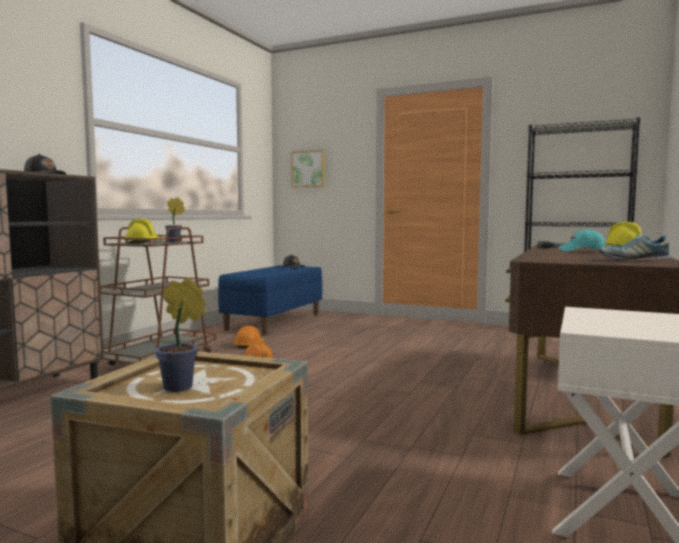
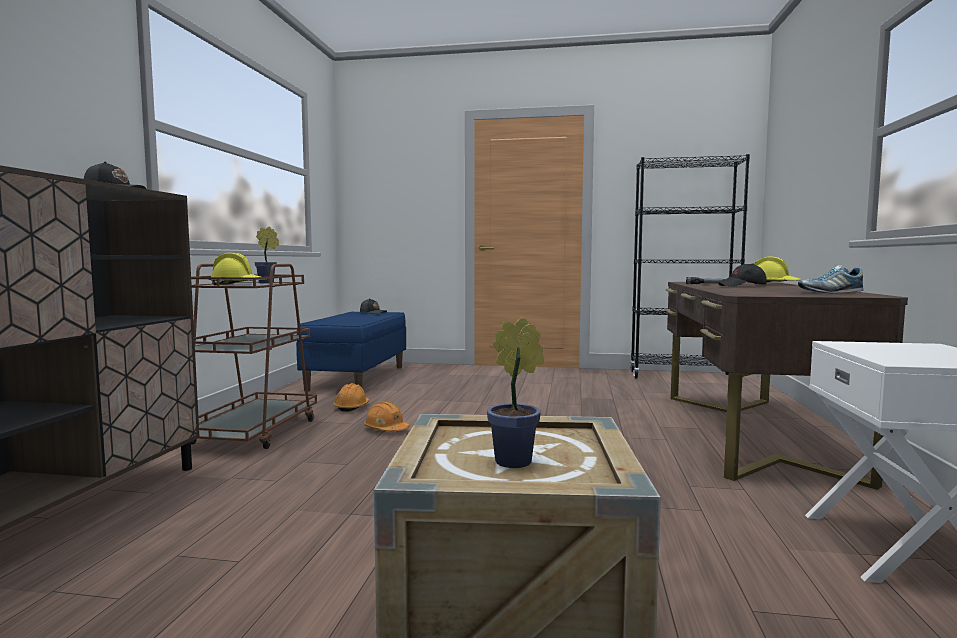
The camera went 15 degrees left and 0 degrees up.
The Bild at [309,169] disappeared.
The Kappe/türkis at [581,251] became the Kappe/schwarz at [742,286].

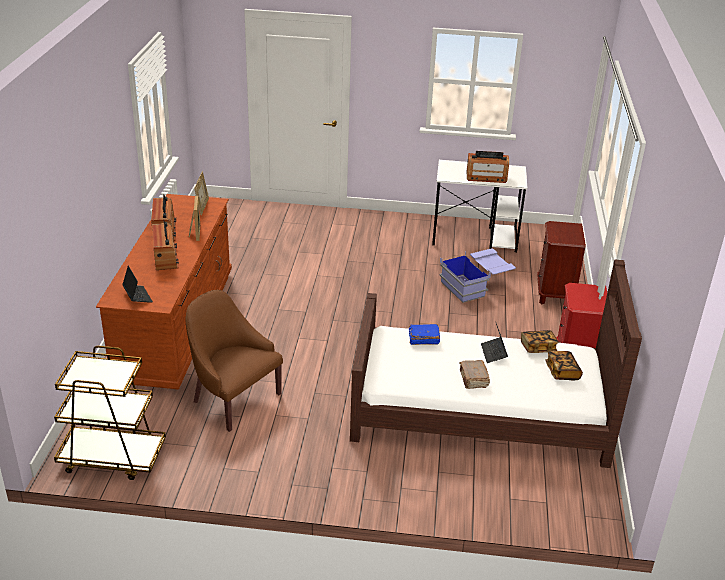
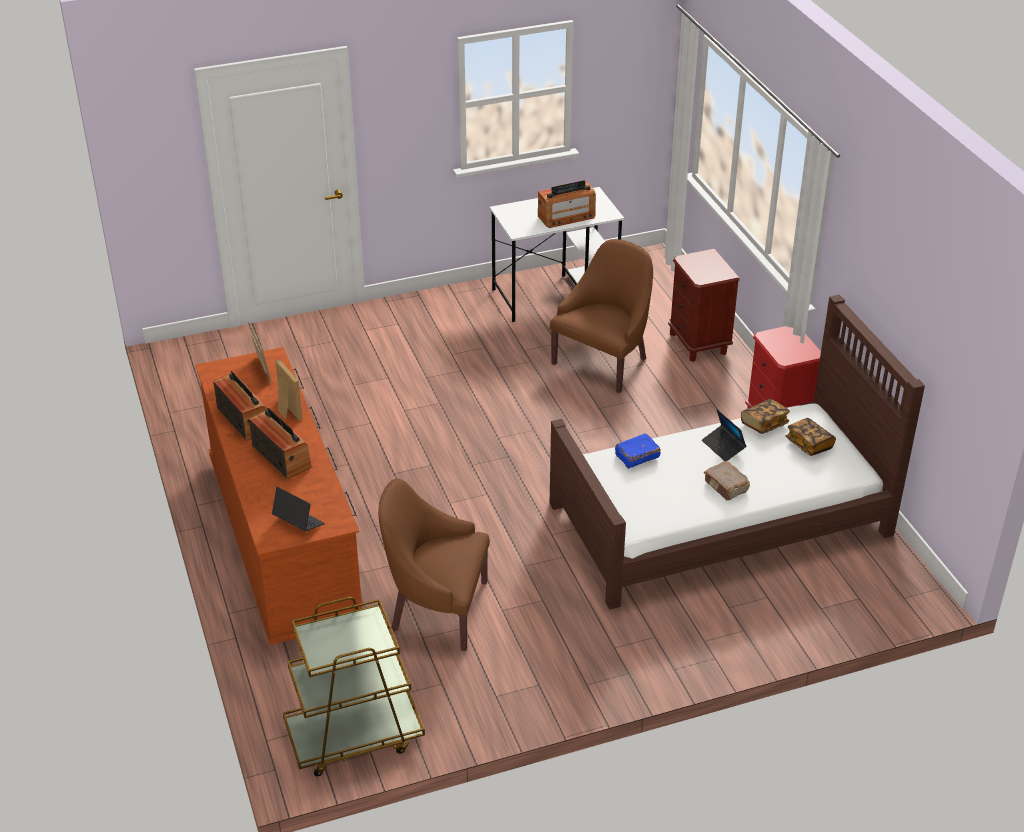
The camera went 25 degrees left and 5 degrees up.
The Aufbewahrungsbox/blau at [476,286] was replaced by the Sessel/braun at [604,362].

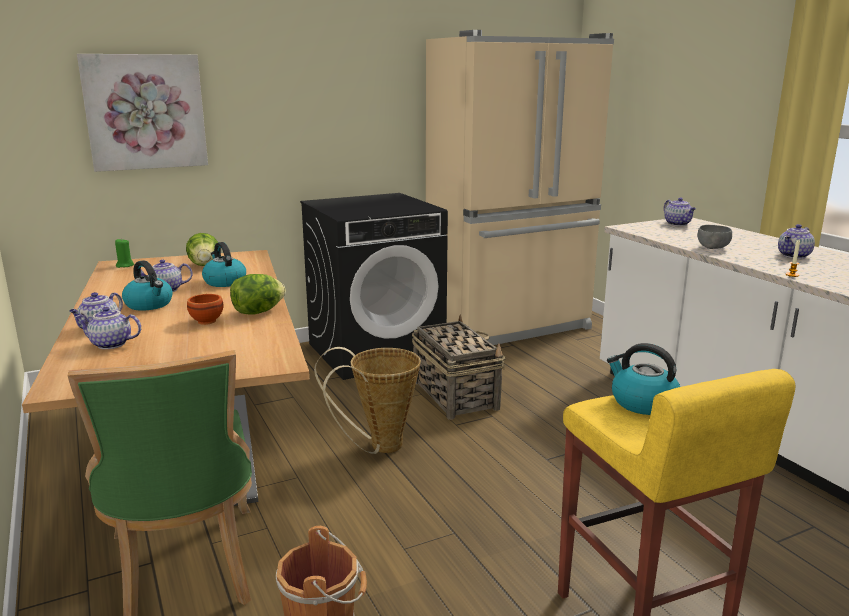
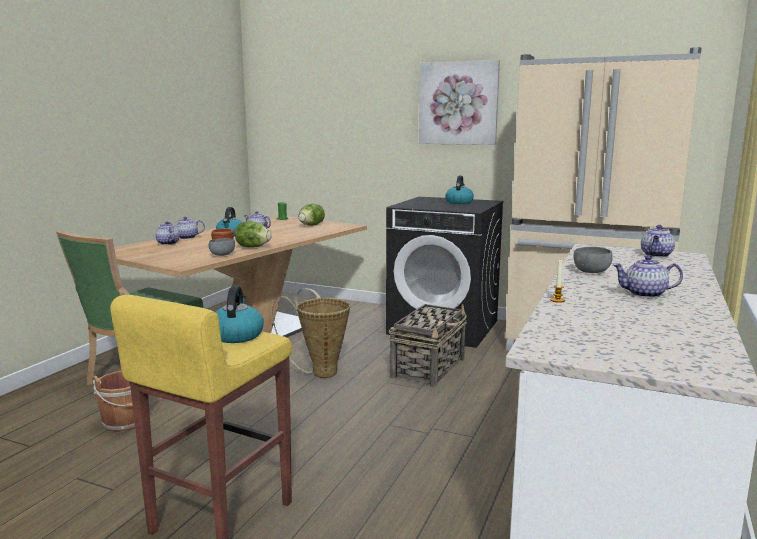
The camera went 50 degrees right and 5 degrees down.
The Bild moved from [145,112] to [458,103].
The Wasserkessel moved from [224,282] to [459,202].
The Schüssel/grau at [222,255] appeared.

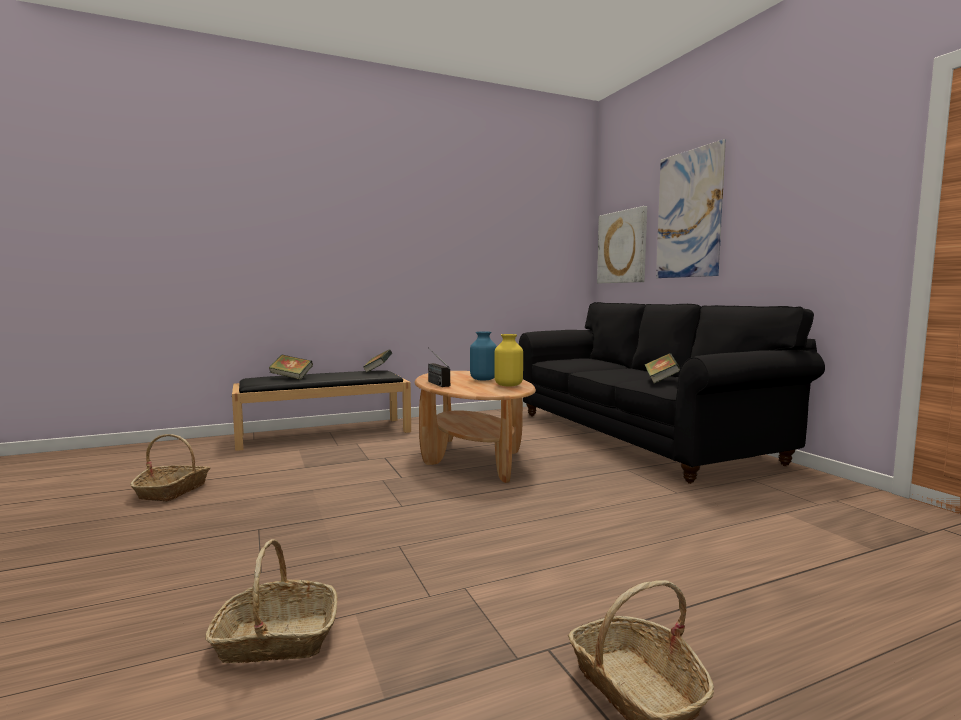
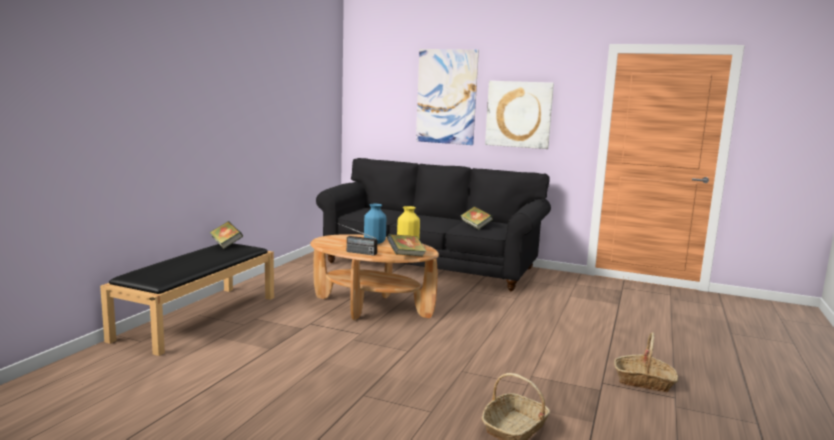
The camera went 45 degrees left and 5 degrees up.
The Korb at [173,490] disappeared.
The Buch moved from [291,378] to [406,256].
The Bild moved from [622,247] to [519,114].

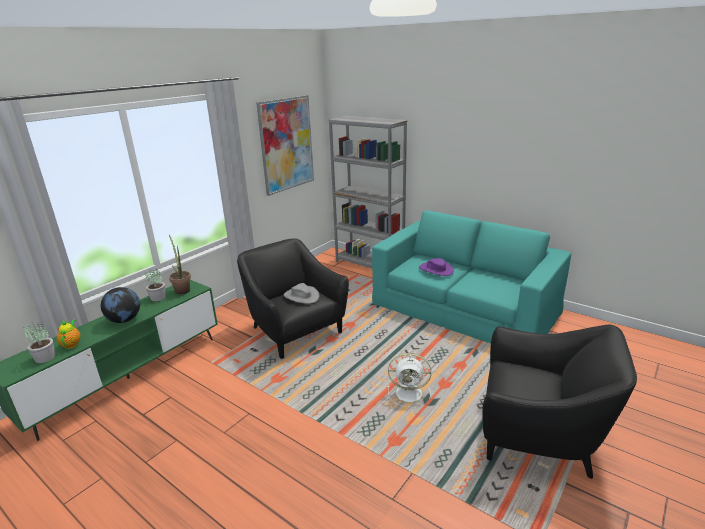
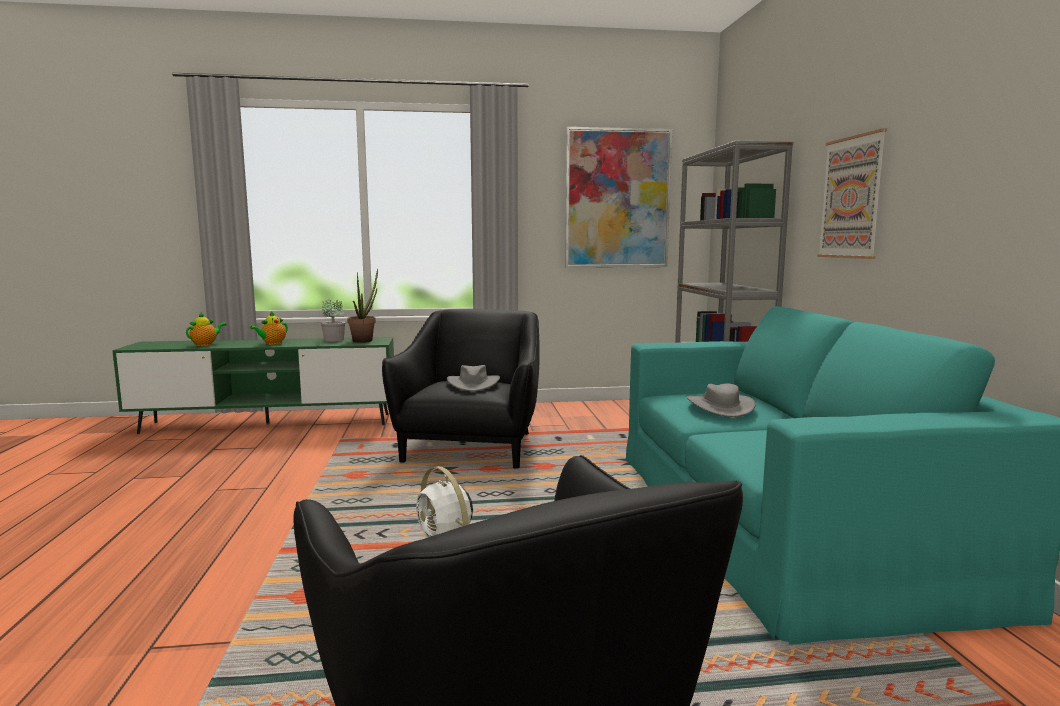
The camera went 45 degrees right and 15 degrees down.
The Topfpflanze at [45,357] disappeared.
The Globus at [125,320] was replaced by the Teekanne at [272,343].
The Hut/lila at [436,269] became the Hut/grau at [720,406].
The Bild at [851,197] appeared.

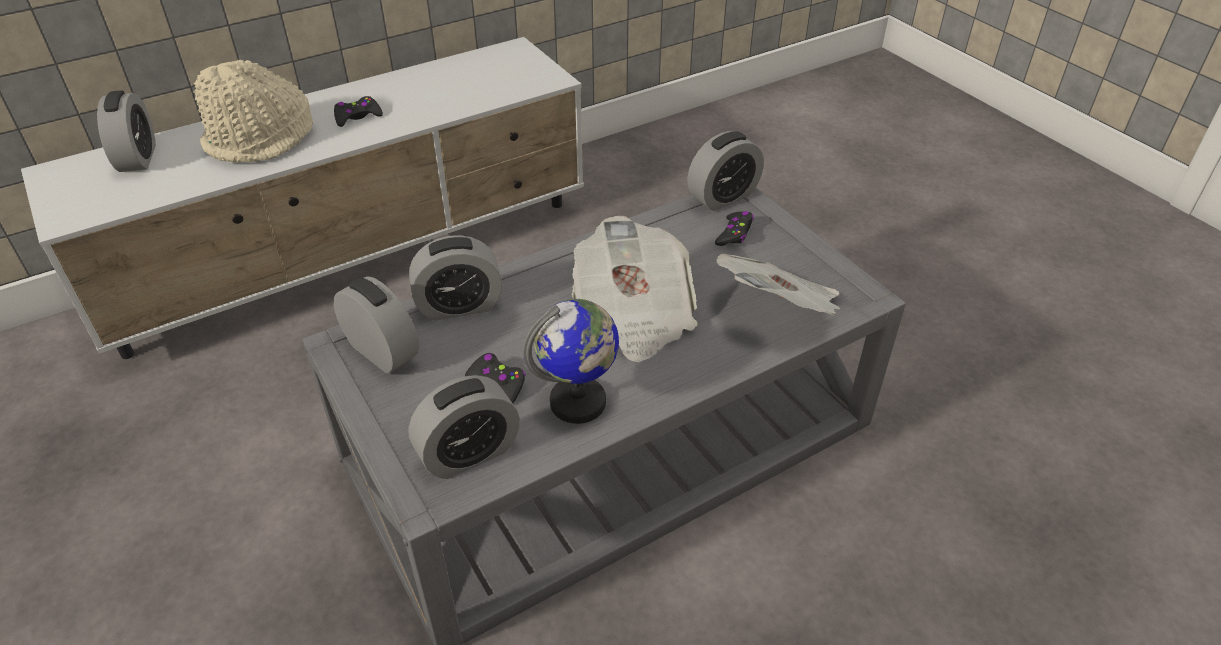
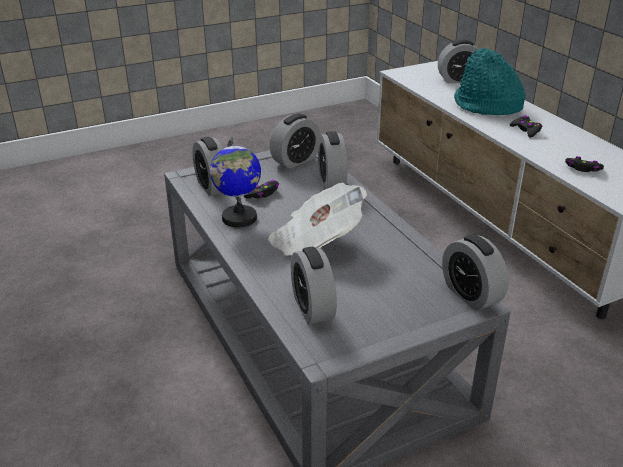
The camera went 95 degrees right and 10 degrees down.
The Hut/beige at [261,140] became the Hut/türkis at [486,106].
The Gamepad/schwarz moved from [734,234] to [583,169].
The Zeitung at [780,310] was replaced by the Wecker at [312,308].

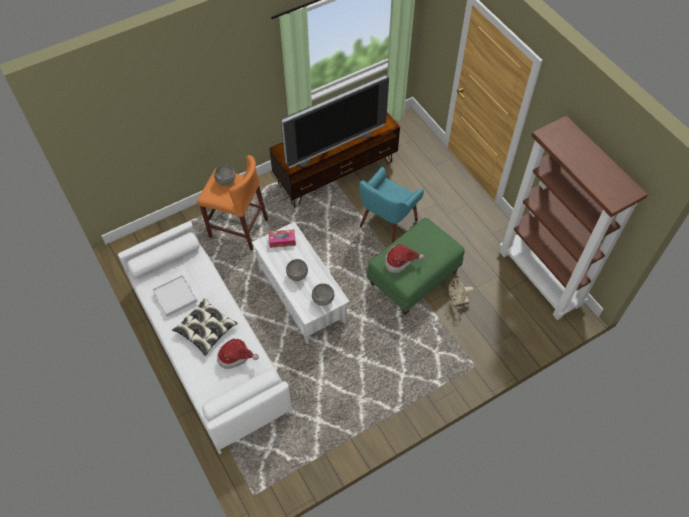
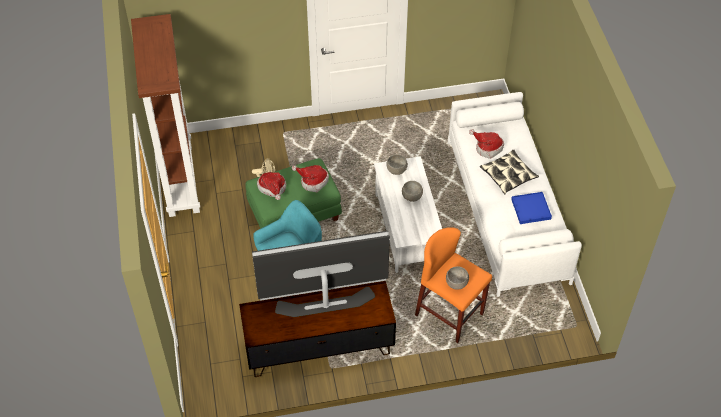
The camera went 160 degrees left and 5 degrees down.
The Tablett/weiß at [175,297] became the Tablett/blau at [531,209].
The Taschentuchbox at [282,241] disappeared.
The Hut at [273,189] appeared.

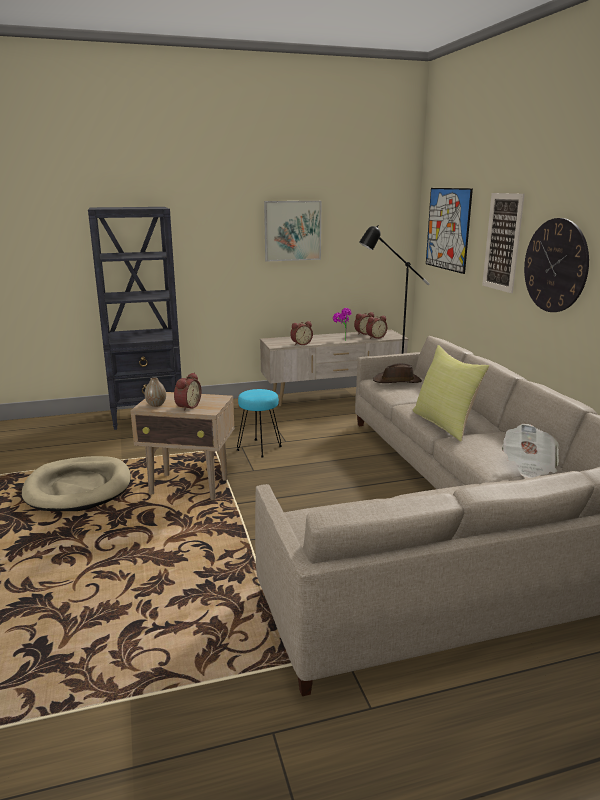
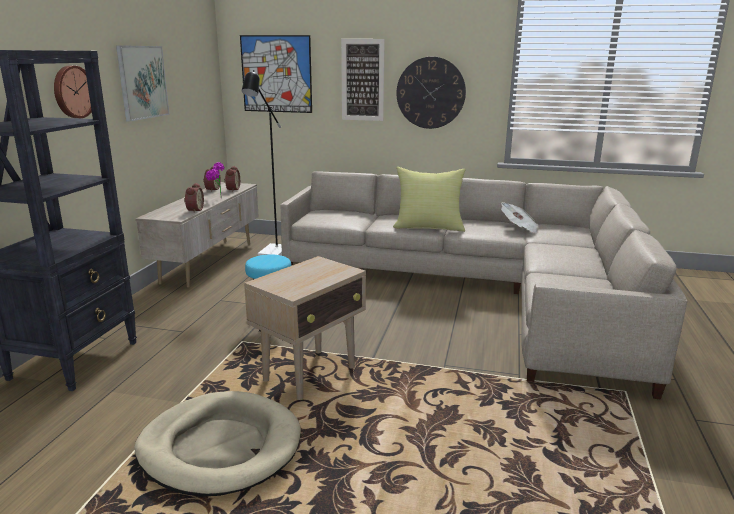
The camera went 60 degrees left and 0 degrees up.
The Vase at [156,405] disappeared.
The Wecker at [187,406] disappeared.
The Hut/braun at [397,381] disappeared.
The Wanduhr at [73,92] appeared.

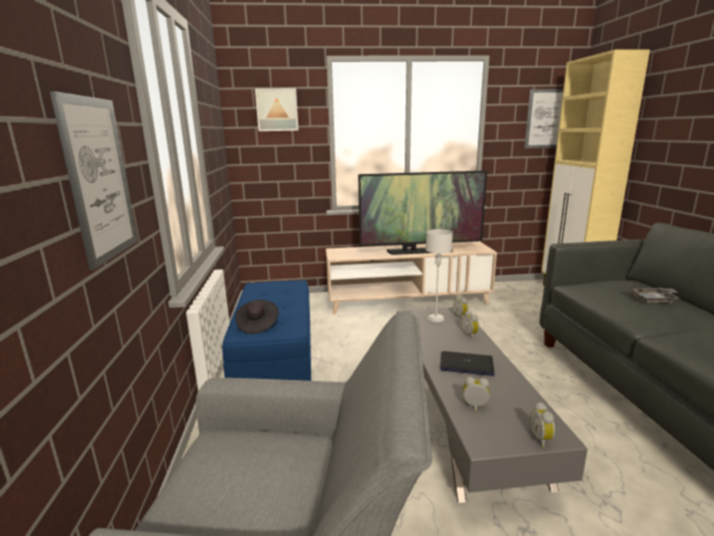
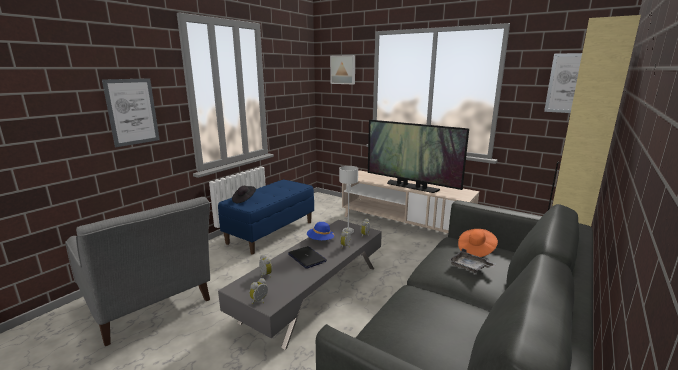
The camera went 40 degrees right and 0 degrees up.
The Hut/blau at [320,240] appeared.
The Hut/orange at [476,250] appeared.

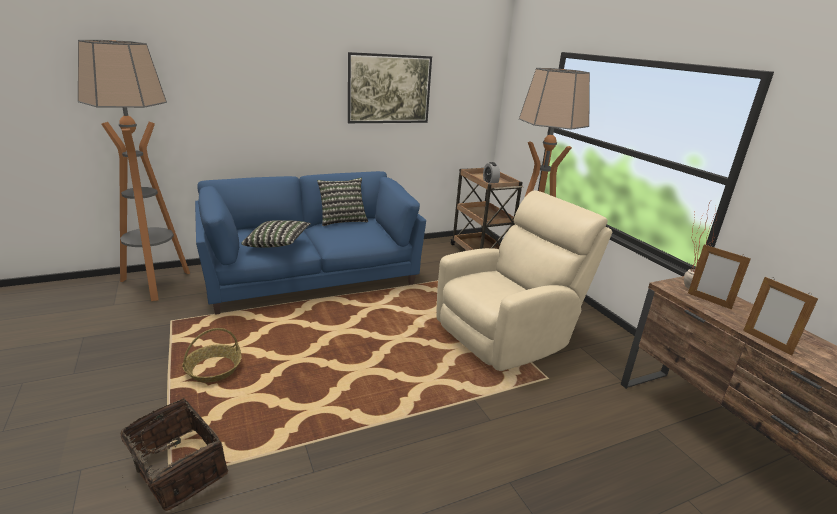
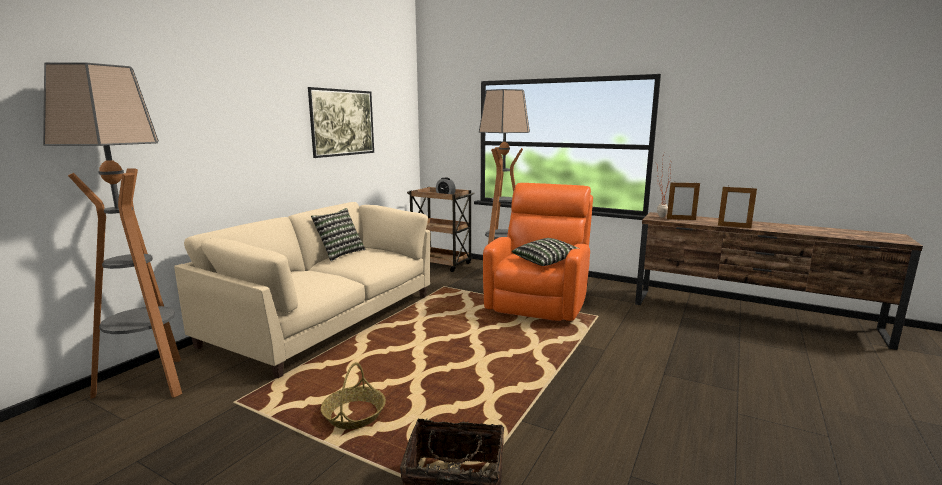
The camera went 35 degrees left and 10 degrees down.
The Sofa/blau at [310,276] became the Sofa/beige at [325,319].
The Kissen moved from [277,244] to [546,261].
The Sessel/beige at [507,335] became the Sessel/orange at [539,303].

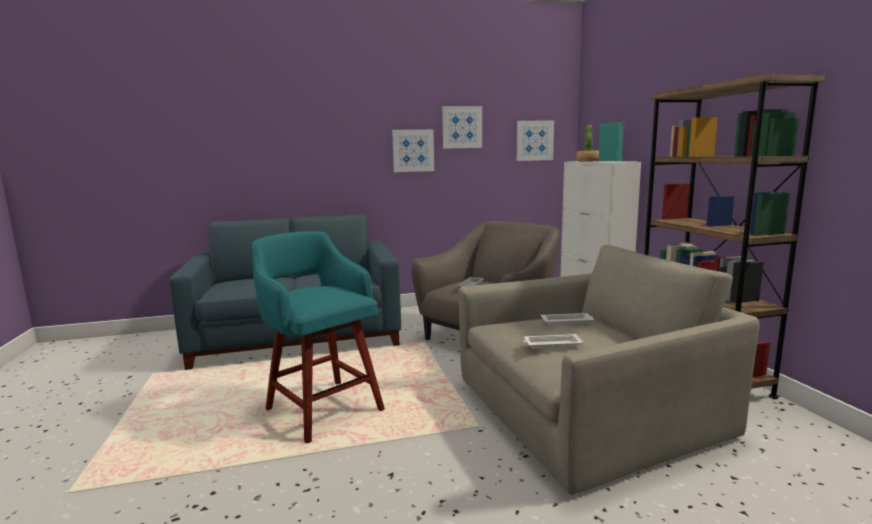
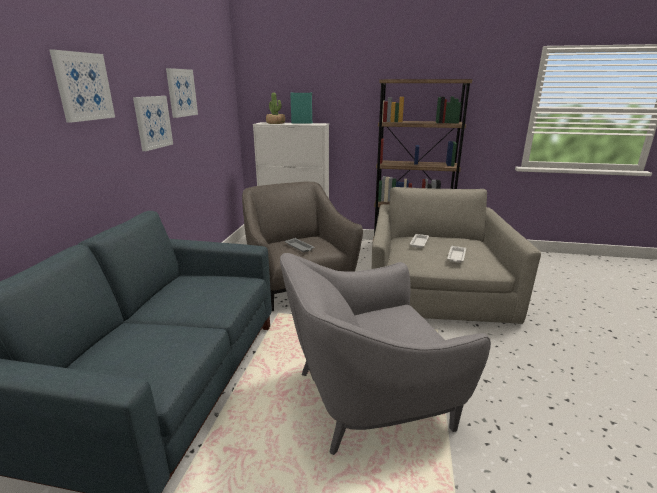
The camera went 65 degrees left and 10 degrees up.
The Hocker/türkis at [323,408] was replaced by the Sessel/grau at [369,397].
The Bild moved from [534,140] to [83,86].

